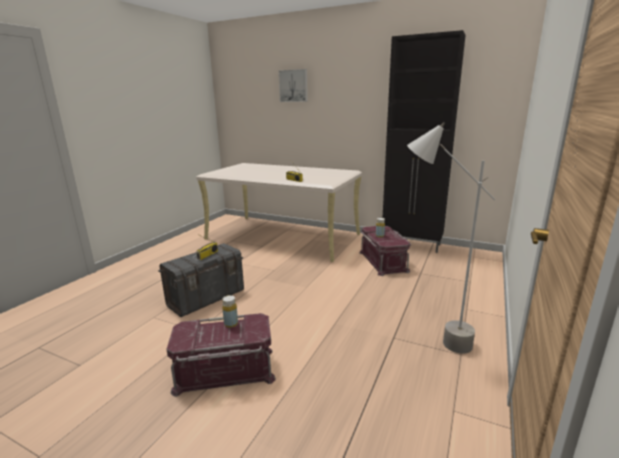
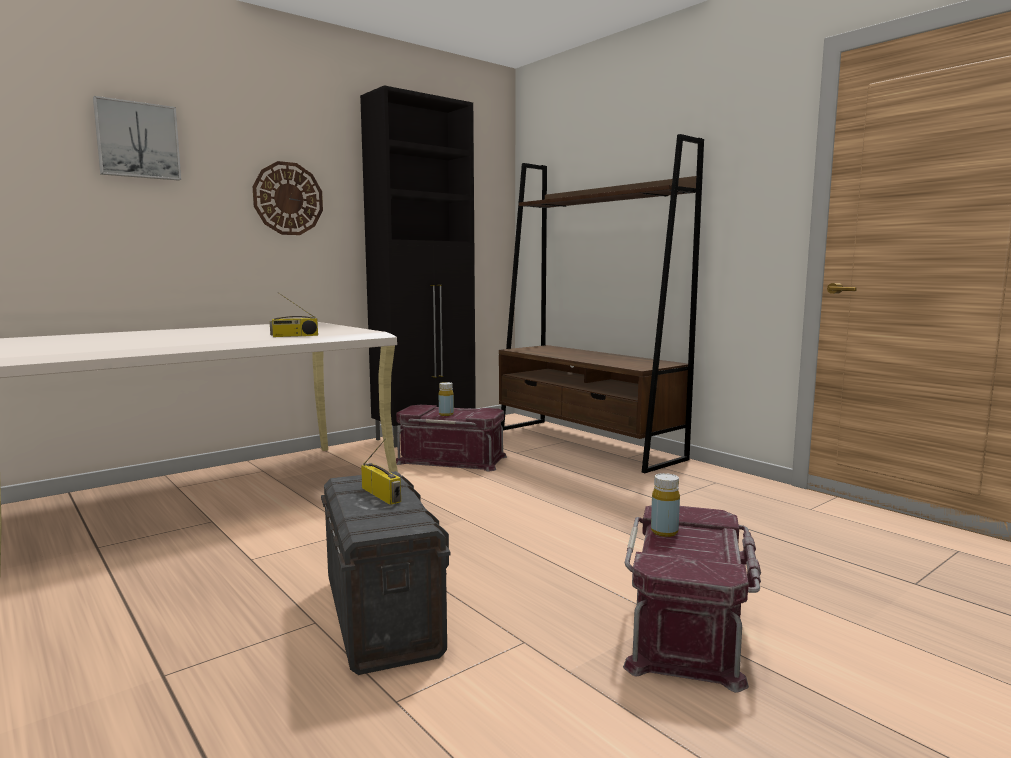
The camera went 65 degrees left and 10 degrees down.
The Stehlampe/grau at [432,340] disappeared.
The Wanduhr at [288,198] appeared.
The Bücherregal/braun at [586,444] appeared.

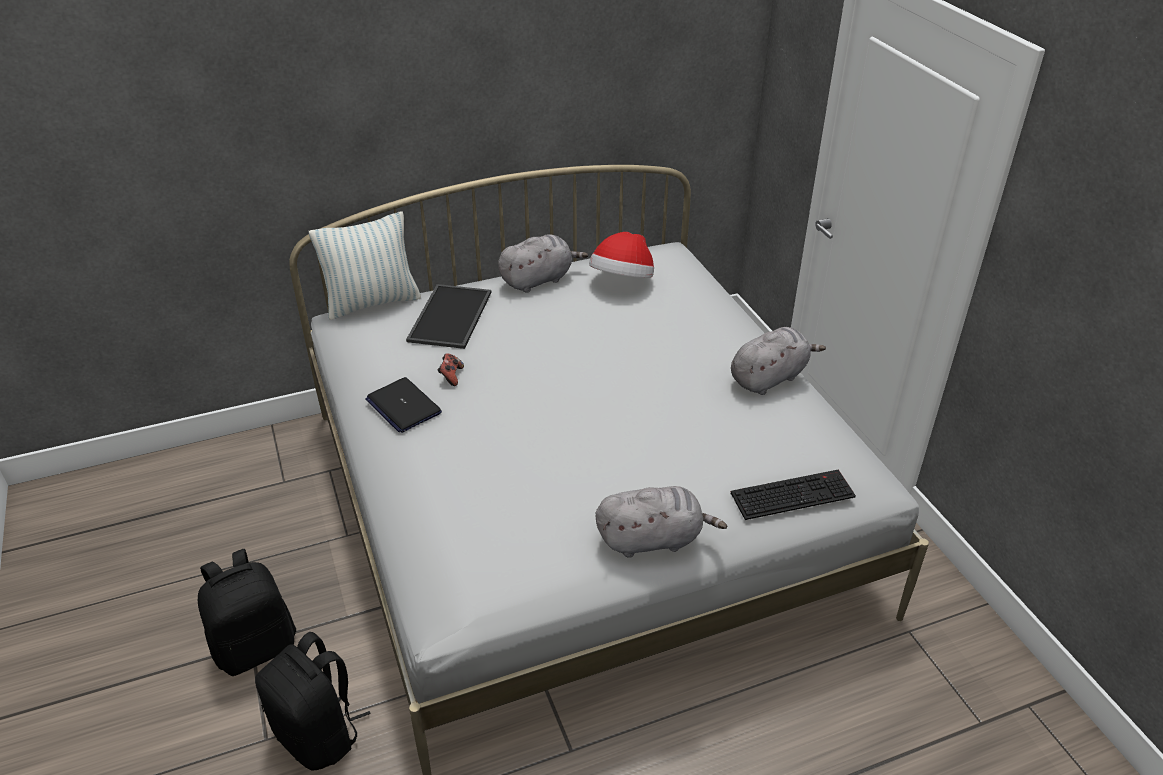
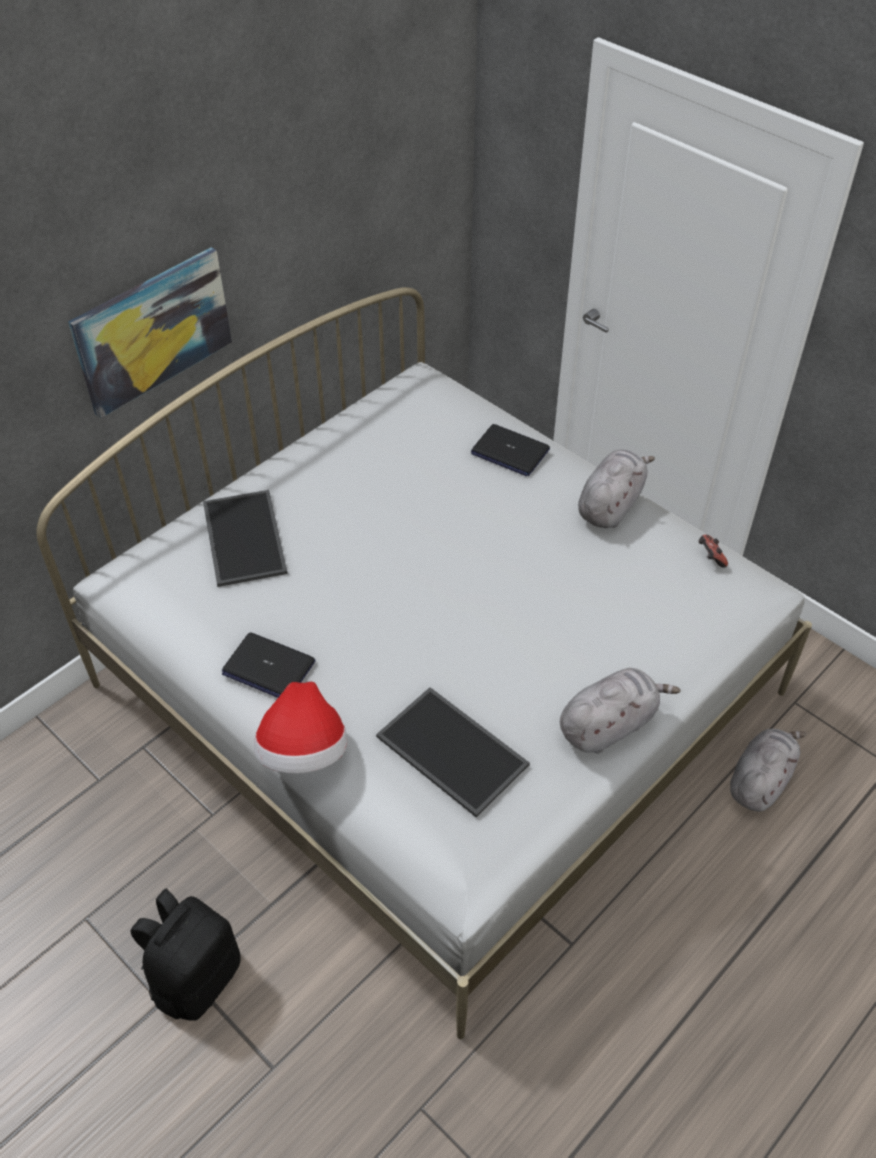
The camera went 25 degrees left and 10 degrees up.
The Rucksack/schwarz at [319,734] disappeared.
The Kissen at [372,302] disappeared.
The Gamepad moved from [451,376] to [710,557].
The Plüschtier/grau moved from [538,280] to [760,780].
The Hut moved from [622,281] to [303,752].
The Tastatur at [793,493] disappeared.
The Bild at [152,330] appeared.
The Tablett at [454,750] appeared.
The Laptop at [509,451] appeared.

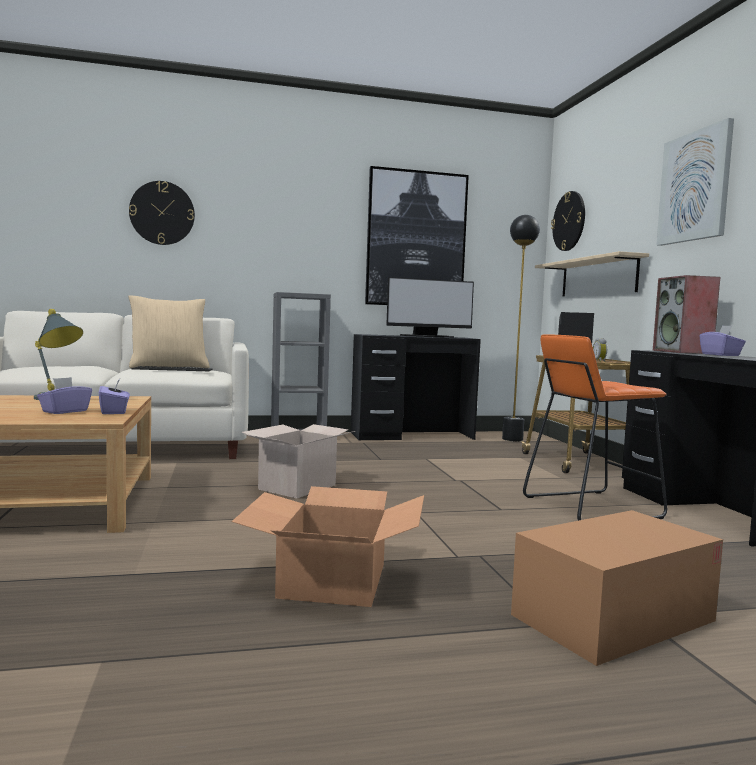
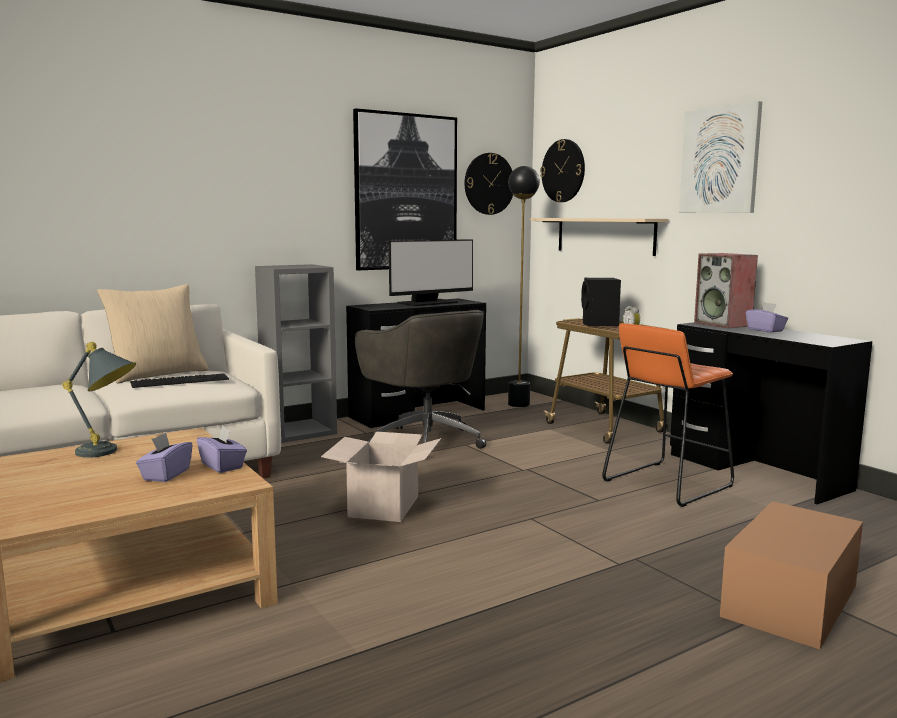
The camera went 20 degrees left and 5 degrees up.
The Wanduhr moved from [162,213] to [489,184].
The Karton at [331,580] disappeared.
The Bürostuhl/grau at [425,440] appeared.

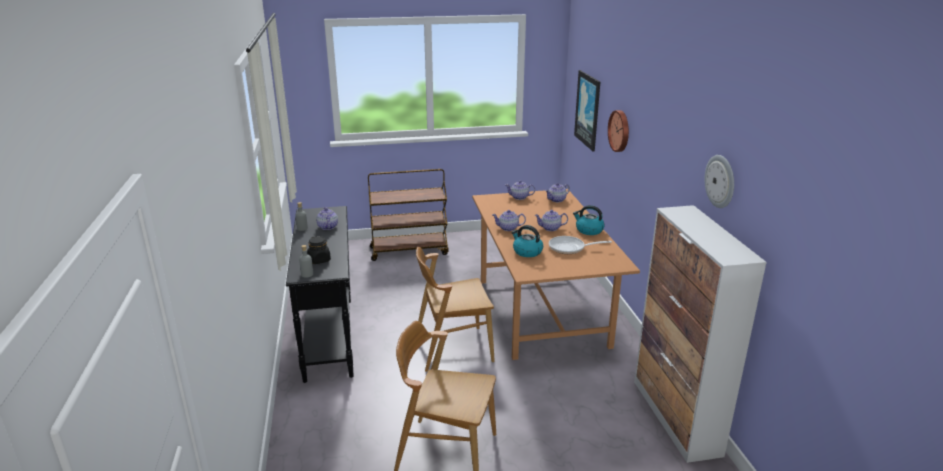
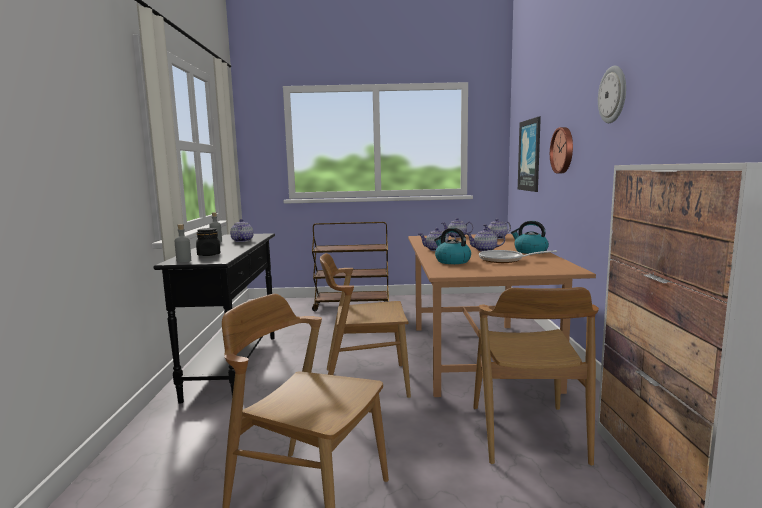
The camera went 10 degrees right and 15 degrees down.
The Wanduhr moved from [720,181] to [613,94].
The Stuhl/braun at [527,434] appeared.

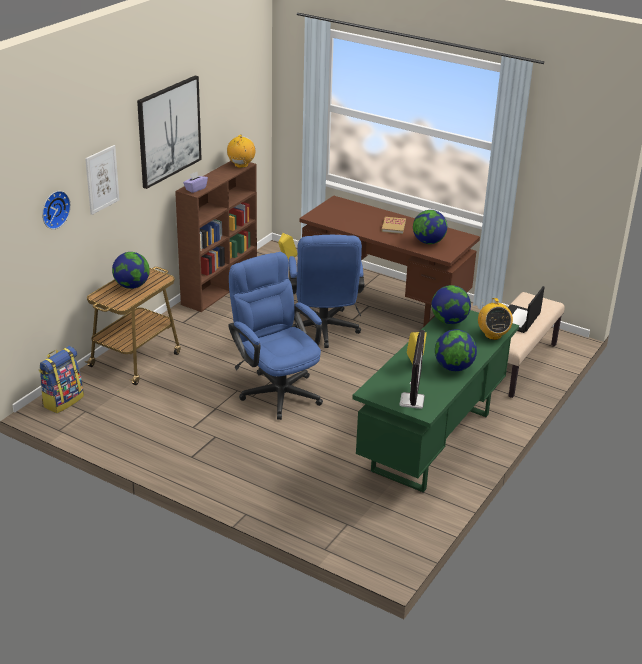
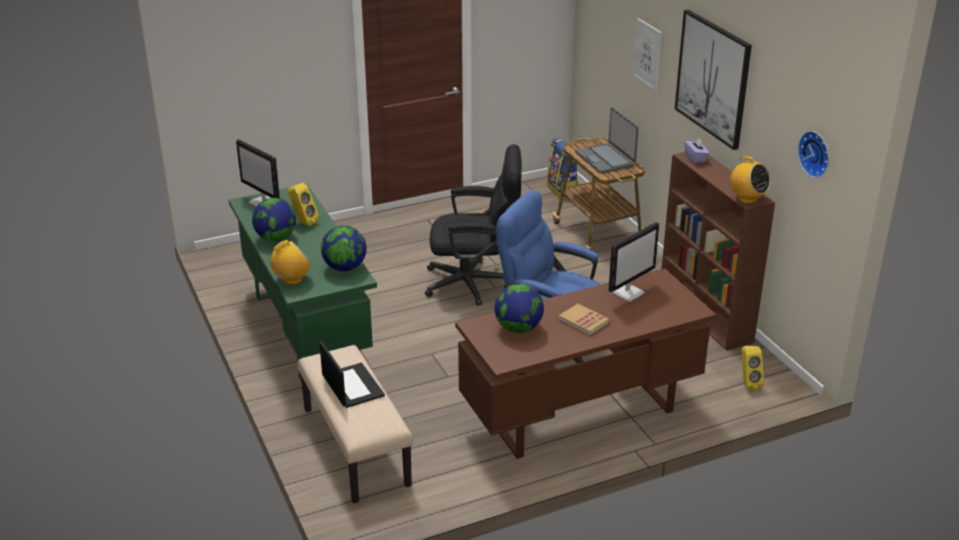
The camera went 125 degrees right and 0 degrees up.
The Wanduhr moved from [54,209] to [816,153].
The Globus at [132,286] was replaced by the Laptop at [605,159].
The Bürostuhl/blau at [276,389] became the Bürostuhl/schwarz at [475,283].
The Radio at [493,335] turned 120 degrees clockwise.
The Monitor at [628,292] appeared.

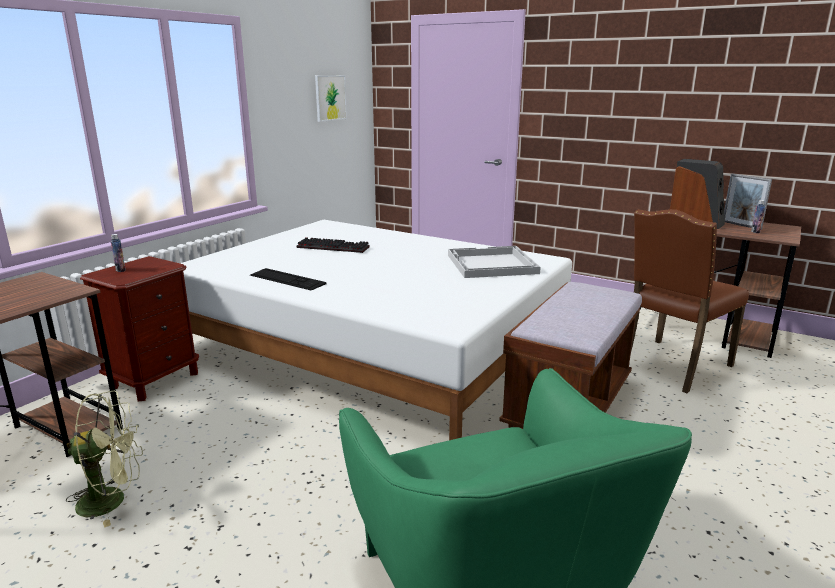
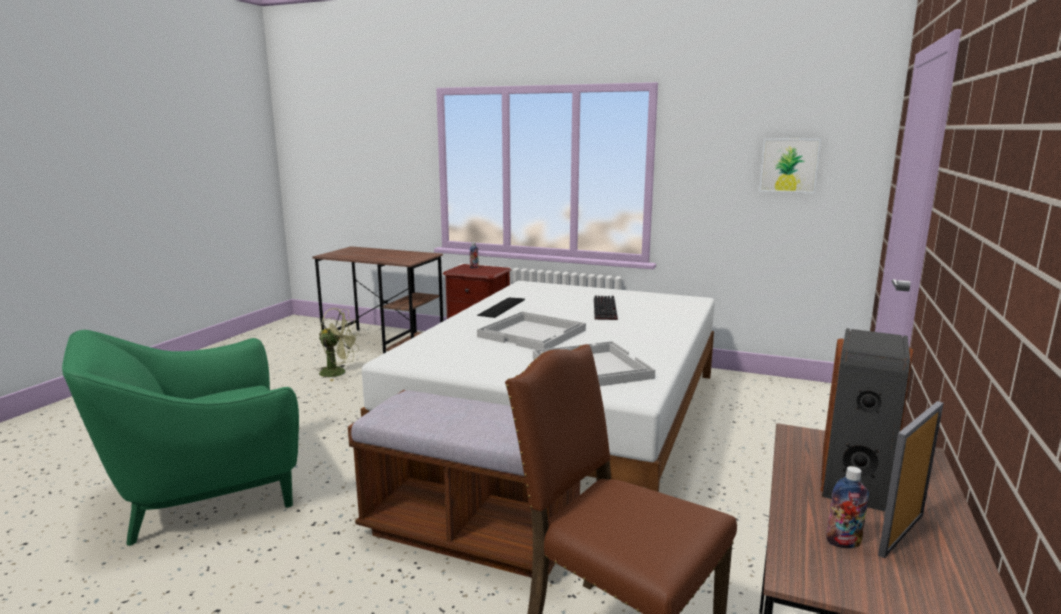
The camera went 80 degrees right and 5 degrees down.
The Ventilator/grün at [112,500] turned 60 degrees counterclockwise.
The Tablett/weiß at [533,333] appeared.

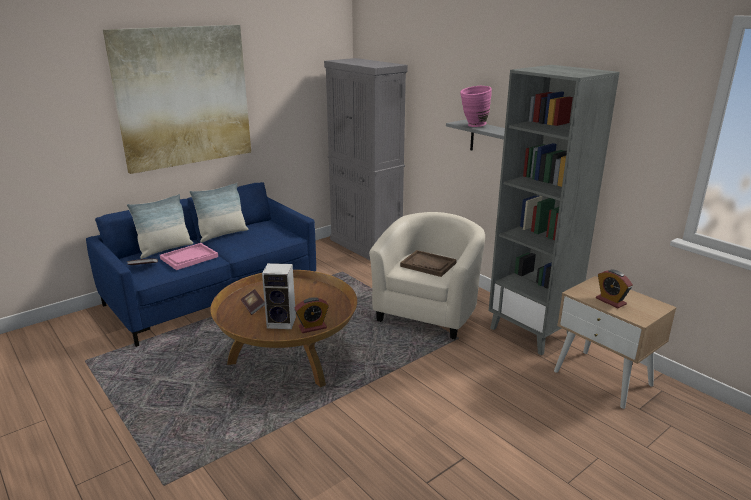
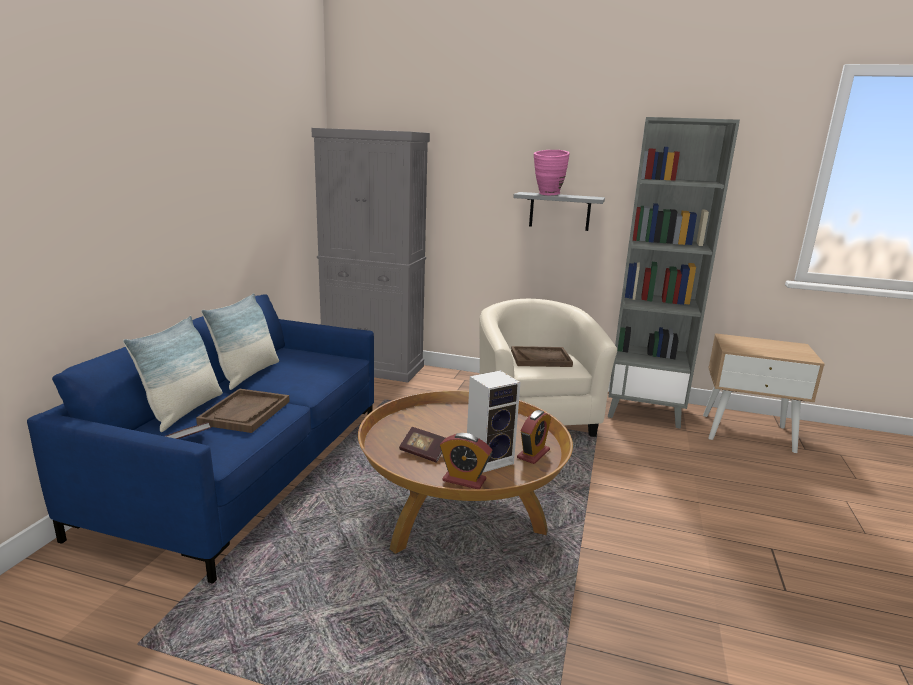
The camera went 35 degrees left and 5 degrees down.
The Bild at [183,97] disappeared.
The Tablett/rosa at [189,258] became the Tablett/braun at [245,412].
The Wecker moved from [610,301] to [464,480].

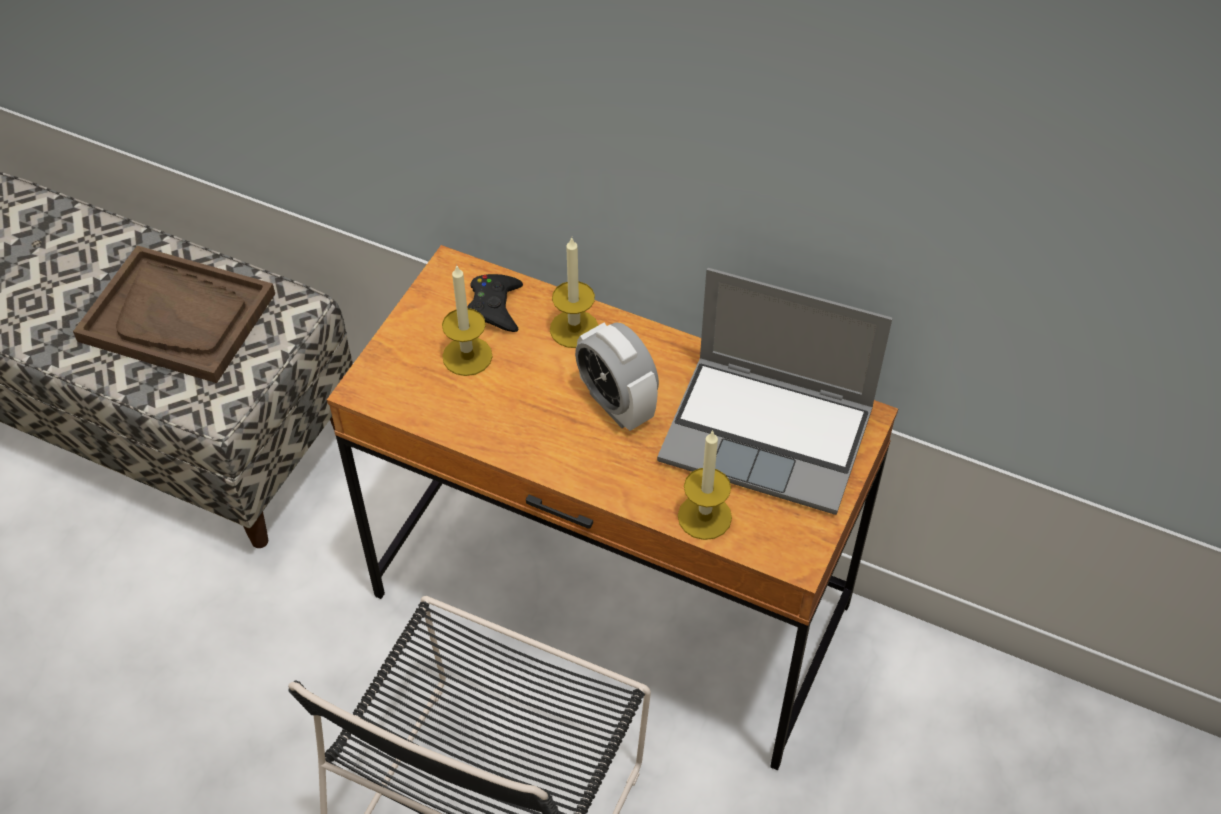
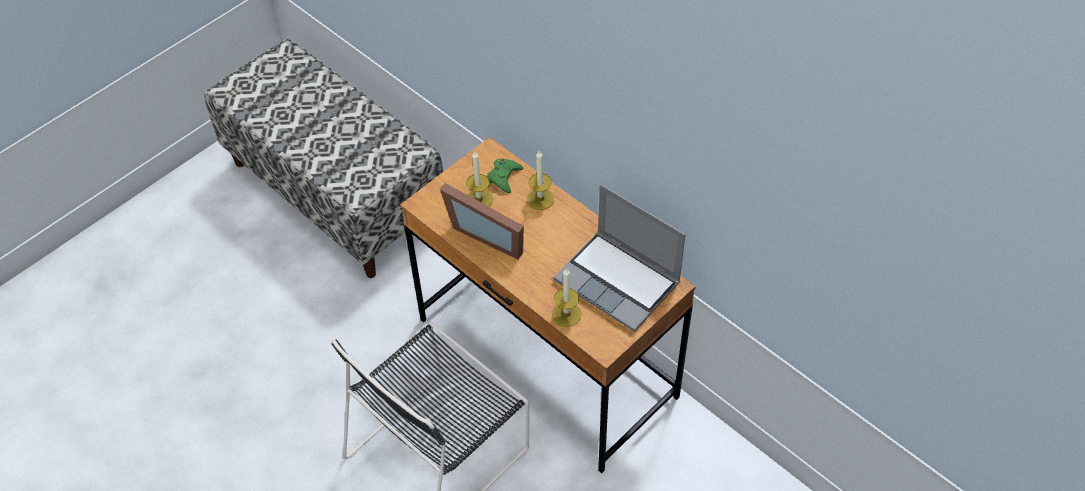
The camera went 20 degrees right and 0 degrees up.
The Tablett/braun at [178,317] disappeared.
The Gamepad/schwarz at [495,307] became the Gamepad/grün at [504,177].
The Wecker at [616,404] disappeared.
The Bilderrahmen at [488,233] appeared.

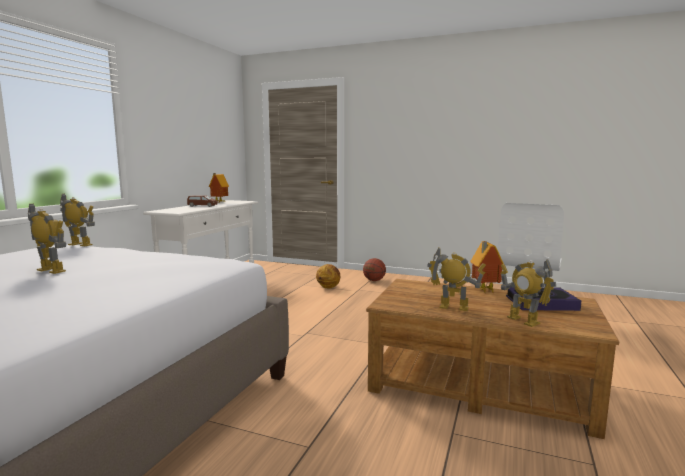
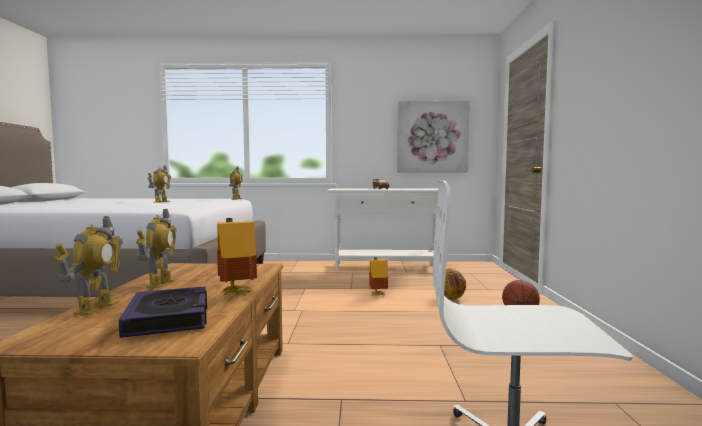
The camera went 70 degrees right and 5 degrees down.
The Spielzeughaus moved from [219,202] to [378,294].
The Spielzeugroboter at [523,320] turned 150 degrees clockwise.
The Bild at [432,137] appeared.

